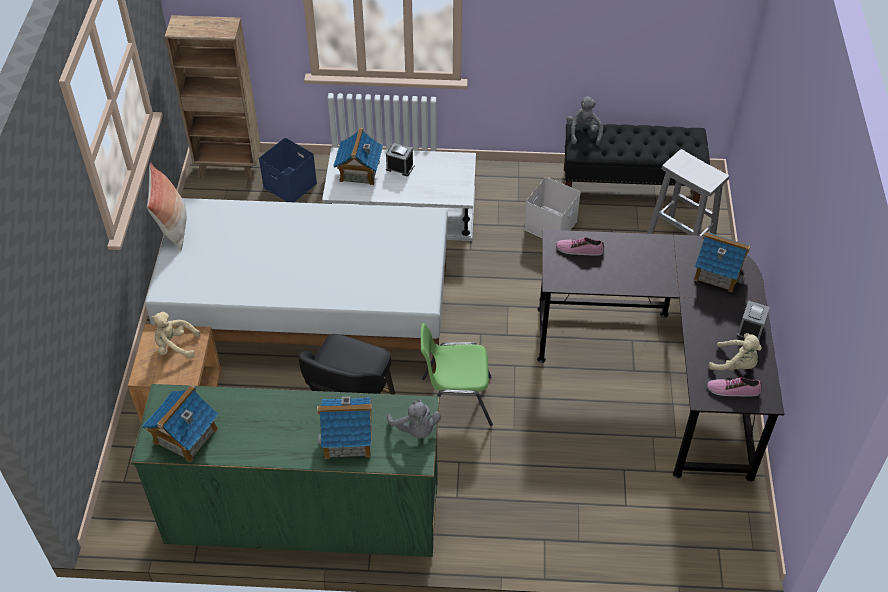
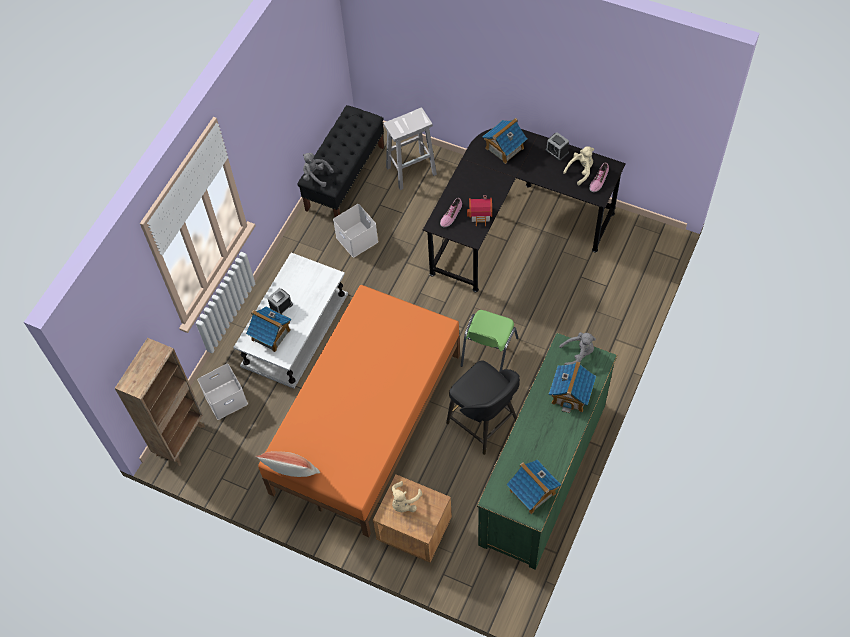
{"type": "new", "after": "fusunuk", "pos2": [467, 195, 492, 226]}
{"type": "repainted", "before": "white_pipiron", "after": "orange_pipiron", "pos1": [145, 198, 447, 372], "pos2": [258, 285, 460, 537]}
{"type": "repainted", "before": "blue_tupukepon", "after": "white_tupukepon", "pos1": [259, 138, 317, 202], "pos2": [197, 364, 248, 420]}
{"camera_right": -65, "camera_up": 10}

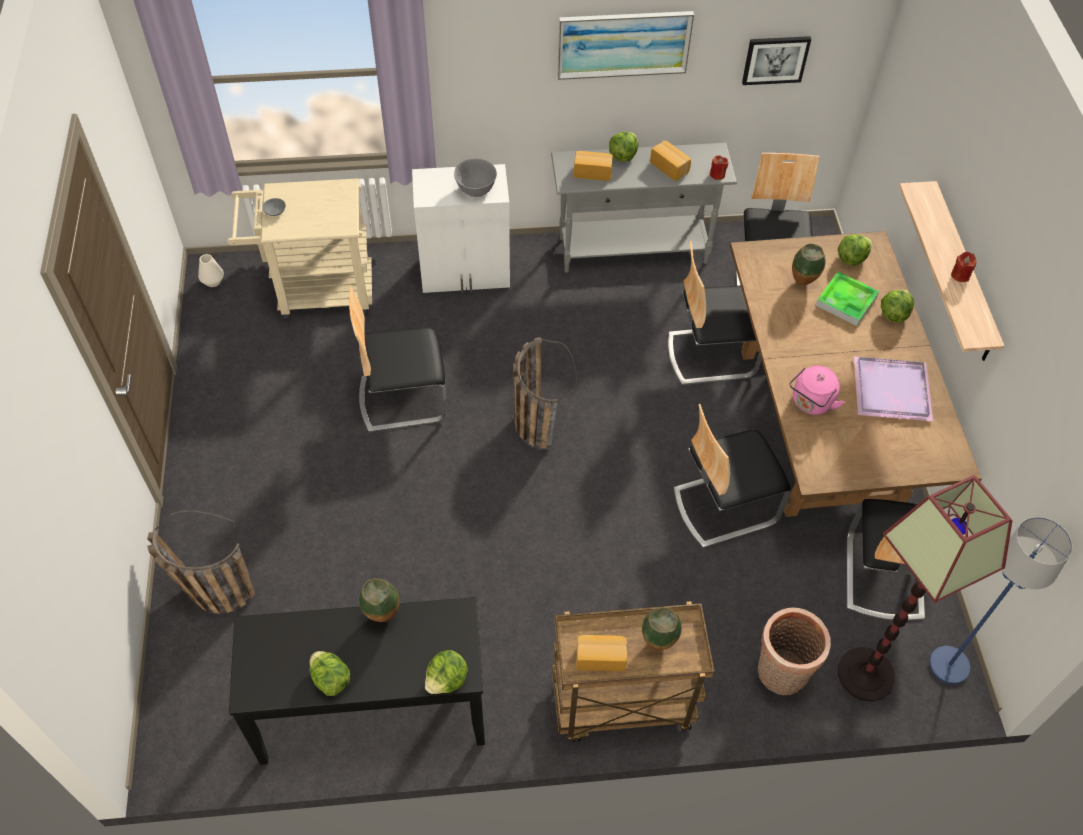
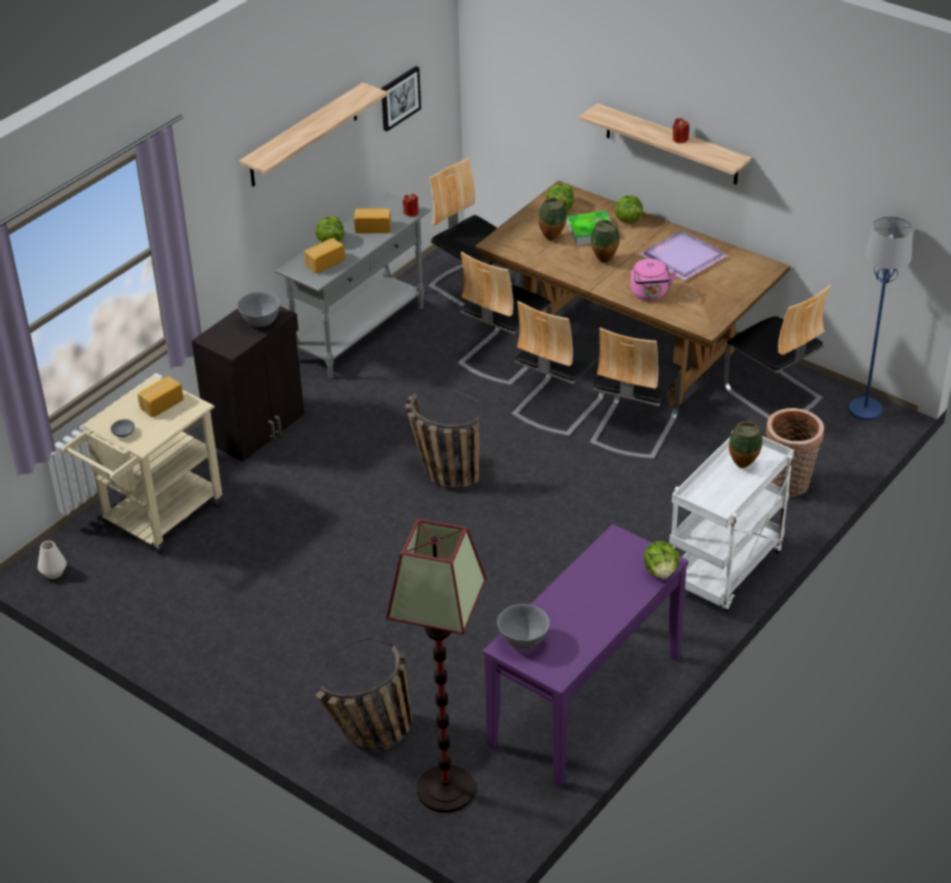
{"type": "gone", "before": "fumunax", "pos1": [310, 651, 351, 696]}
{"type": "new", "after": "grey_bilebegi", "pos2": [497, 604, 550, 650]}
{"type": "shifted", "before": "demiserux", "pos1": [349, 287, 447, 432], "pos2": [511, 301, 605, 437]}
{"type": "shifted", "before": "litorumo", "pos1": [359, 578, 399, 622], "pos2": [591, 220, 620, 263]}
{"type": "shifted", "before": "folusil", "pos1": [576, 635, 627, 671], "pos2": [138, 376, 184, 417]}
{"type": "shifted", "before": "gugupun", "pos1": [838, 475, 1012, 702], "pos2": [386, 519, 487, 813]}
{"type": "swapped", "before": "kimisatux", "after": "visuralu", "pos1": [557, 11, 694, 80], "pos2": [239, 82, 388, 187]}
{"type": "repainted", "before": "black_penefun", "after": "purple_penefun", "pos1": [229, 597, 485, 765], "pos2": [483, 524, 688, 788]}
{"type": "repainted", "before": "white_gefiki", "after": "black_gefiki", "pos1": [412, 164, 510, 293], "pos2": [192, 306, 304, 462]}
{"type": "repainted", "before": "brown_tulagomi", "after": "white_tulagomi", "pos1": [552, 601, 715, 742], "pos2": [669, 432, 794, 611]}
{"camera_right": -45, "camera_up": -15}

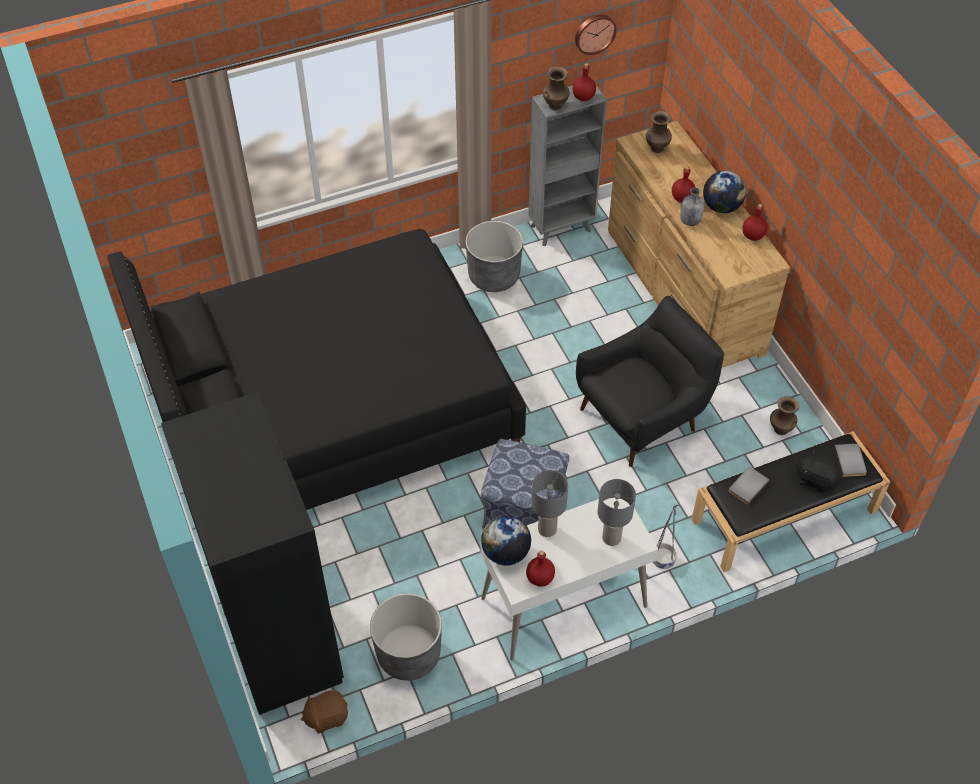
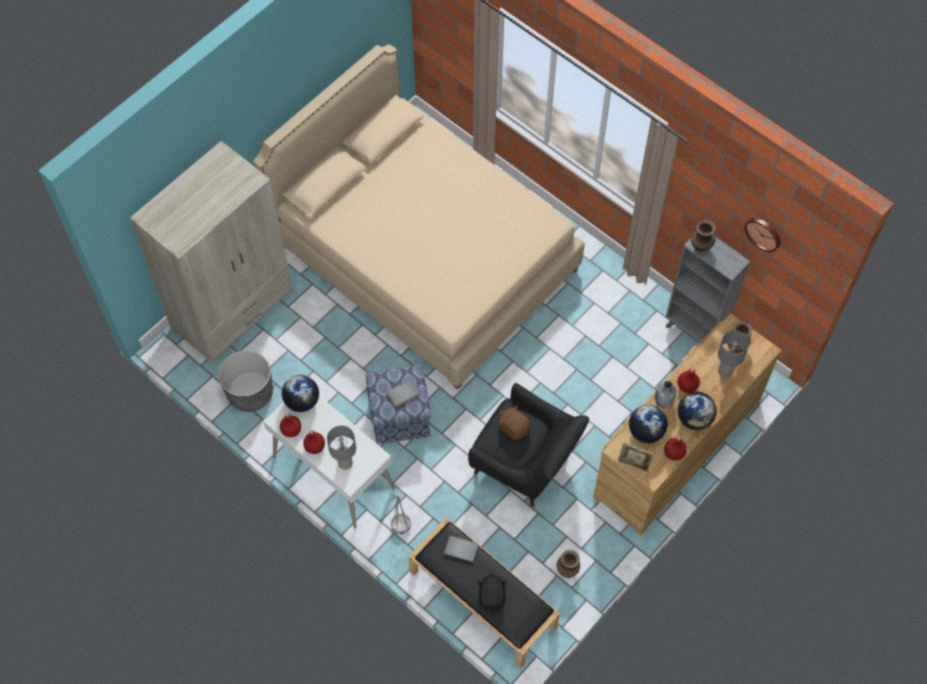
{"type": "gone", "before": "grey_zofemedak", "pos1": [466, 221, 523, 292]}
{"type": "new", "after": "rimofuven", "pos2": [618, 442, 654, 472]}
{"type": "new", "after": "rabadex", "pos2": [629, 405, 668, 443]}
{"type": "shifted", "before": "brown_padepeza", "pos1": [301, 690, 348, 734], "pos2": [498, 406, 531, 441]}
{"type": "shifted", "before": "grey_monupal", "pos1": [531, 470, 568, 537], "pos2": [718, 331, 749, 377]}
{"type": "shifted", "before": "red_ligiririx", "pos1": [573, 63, 596, 101], "pos2": [303, 430, 325, 454]}
{"type": "shifted", "before": "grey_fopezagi", "pos1": [834, 444, 867, 477], "pos2": [386, 379, 420, 407]}
{"type": "repainted", "before": "black_pipiron", "after": "beige_pipiron", "pos1": [107, 229, 526, 510], "pos2": [253, 44, 585, 389]}
{"type": "repainted", "before": "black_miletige", "after": "beige_miletige", "pos1": [161, 392, 344, 715], "pos2": [130, 141, 293, 363]}
{"camera_right": 65, "camera_up": 10}

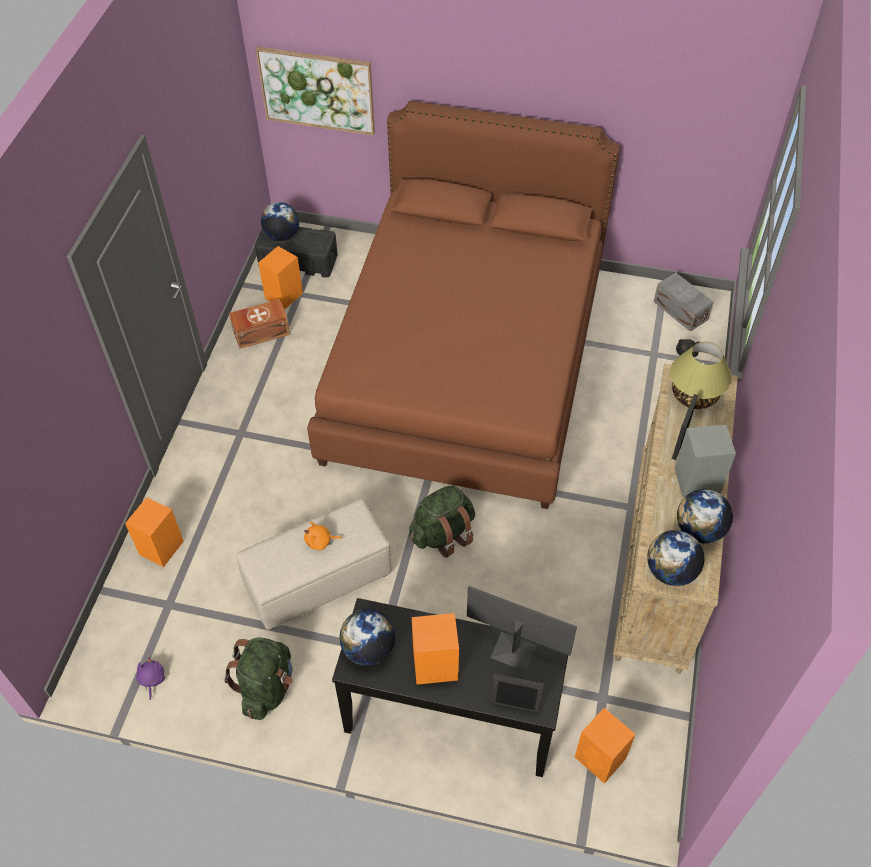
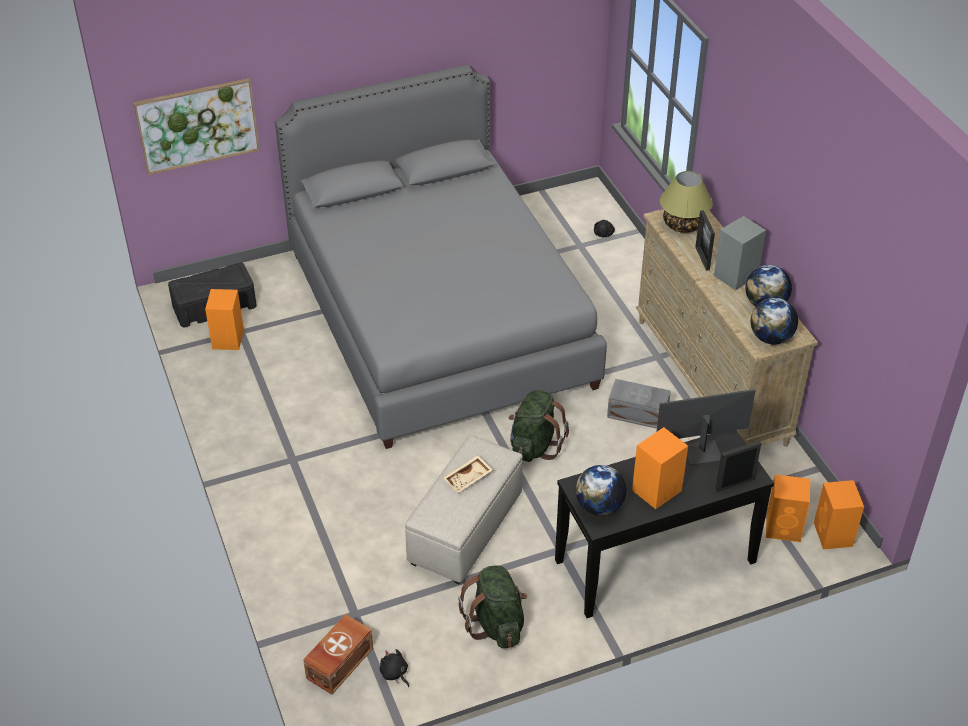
{"type": "gone", "before": "rabadex", "pos1": [261, 202, 299, 241]}
{"type": "shifted", "before": "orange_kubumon", "pos1": [125, 497, 184, 567], "pos2": [814, 480, 864, 549]}
{"type": "shifted", "before": "brown_tupukepon", "pos1": [229, 299, 290, 349], "pos2": [303, 614, 373, 694]}
{"type": "shifted", "before": "grey_tupukepon", "pos1": [654, 273, 714, 332], "pos2": [607, 379, 671, 429]}
{"type": "swapped", "before": "orange_padepeza", "after": "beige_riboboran", "pos1": [304, 522, 342, 550], "pos2": [443, 455, 493, 493]}
{"type": "repainted", "before": "purple_padepeza", "after": "black_padepeza", "pos1": [136, 657, 165, 700], "pos2": [380, 649, 409, 687]}
{"type": "repainted", "before": "brown_pipiron", "after": "grey_pipiron", "pos1": [307, 101, 620, 509], "pos2": [275, 65, 607, 449]}
{"camera_right": -35, "camera_up": -10}

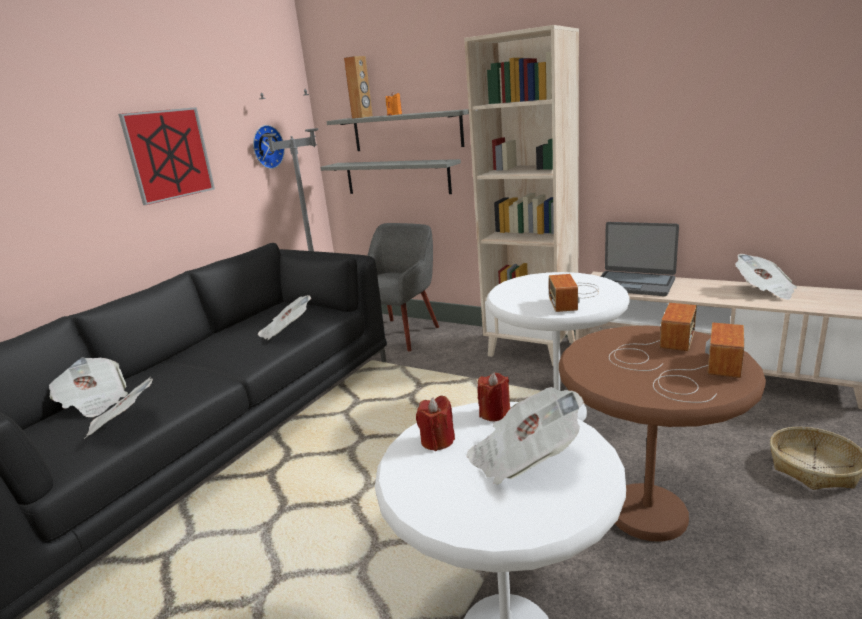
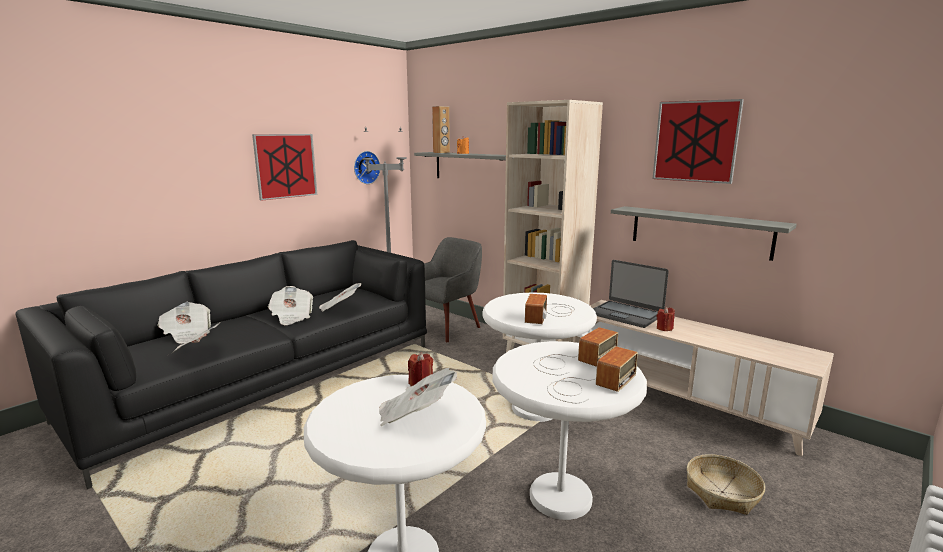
{"type": "new", "after": "kimisatux", "pos2": [653, 99, 744, 184]}
{"type": "shifted", "before": "grey_visuralu", "pos1": [320, 159, 461, 194], "pos2": [611, 206, 797, 261]}
{"type": "shifted", "before": "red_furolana", "pos1": [416, 396, 455, 451], "pos2": [657, 307, 675, 331]}
{"type": "shifted", "before": "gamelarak", "pos1": [735, 254, 797, 300], "pos2": [268, 286, 313, 325]}
{"type": "repainted", "before": "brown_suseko", "after": "white_suseko", "pos1": [559, 325, 766, 541], "pos2": [492, 341, 647, 520]}
{"camera_right": 10, "camera_up": -5}

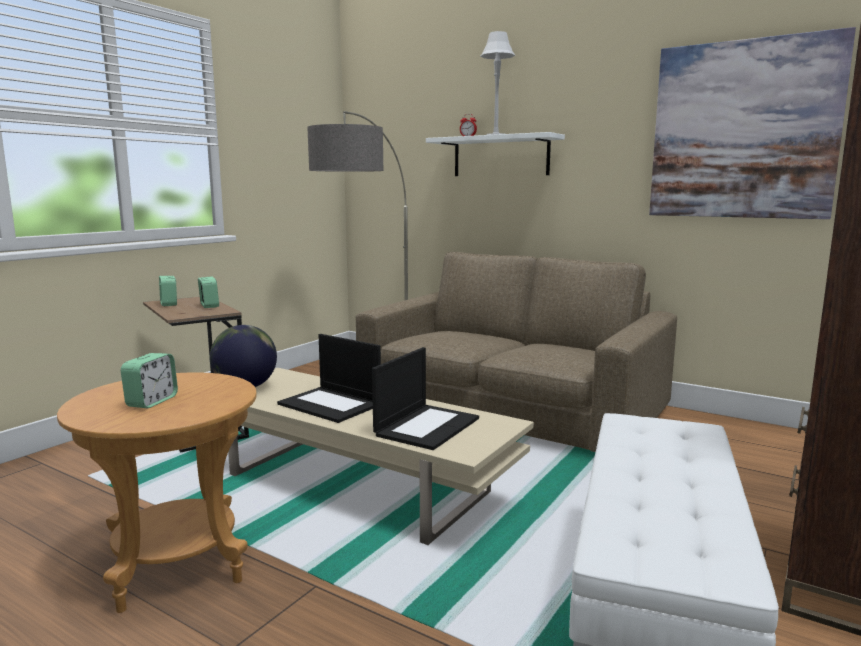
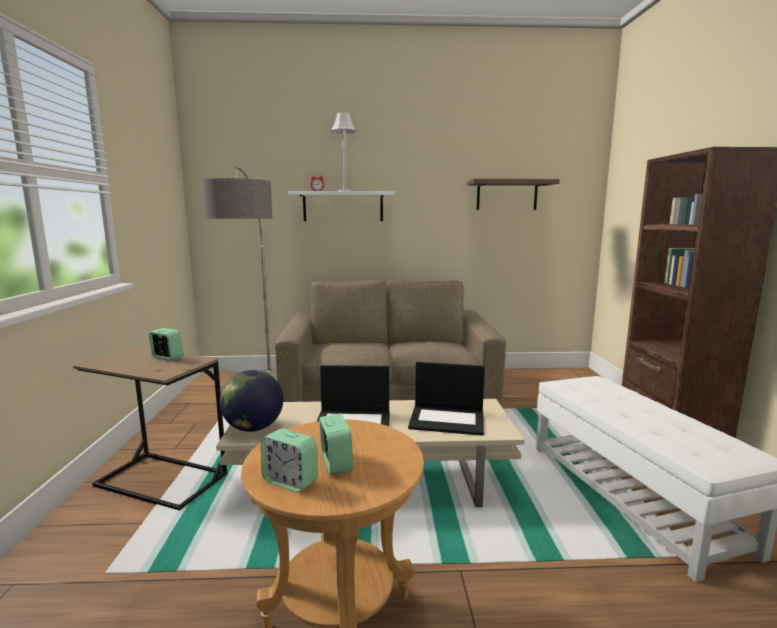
{"type": "shifted", "before": "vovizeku", "pos1": [159, 276, 177, 306], "pos2": [261, 429, 318, 492]}
{"type": "swapped", "before": "kimisatux", "after": "visuralu", "pos1": [649, 27, 856, 219], "pos2": [467, 179, 560, 210]}
{"type": "rotated", "before": "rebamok", "pos1": [372, 347, 479, 450], "pos2": [408, 362, 485, 436], "turn": 105}
{"camera_right": -35, "camera_up": 0}

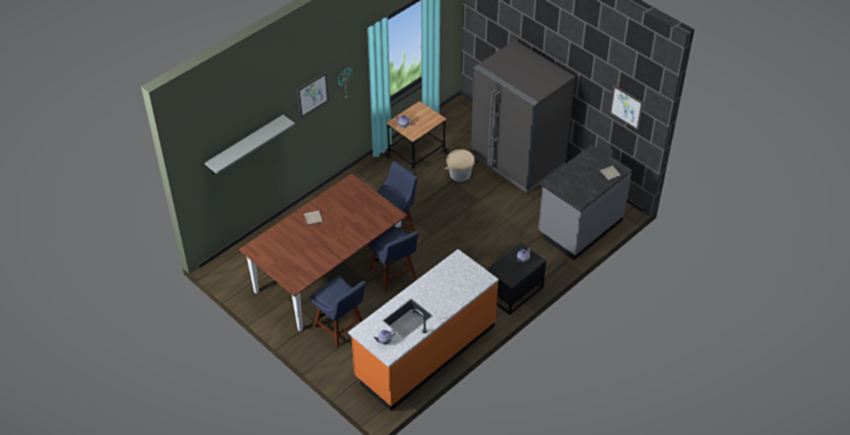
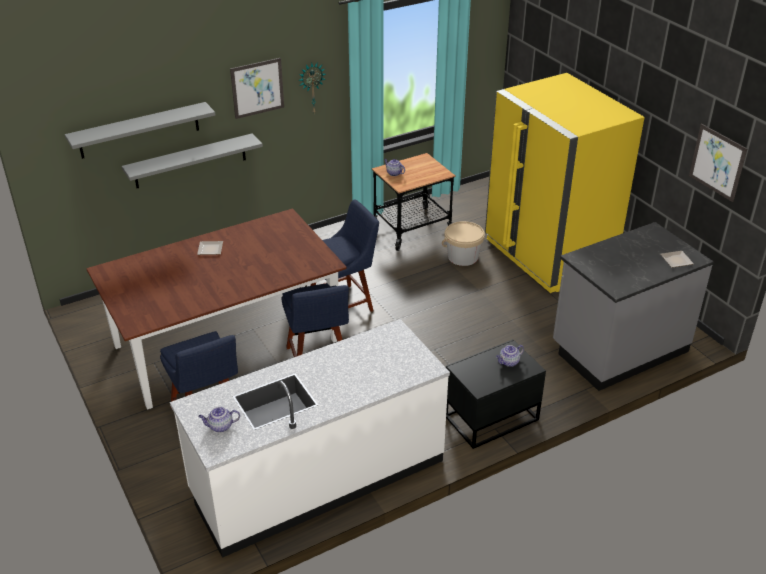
{"type": "new", "after": "grey_visuralu", "pos2": [122, 133, 263, 188]}
{"type": "repainted", "before": "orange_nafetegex", "after": "white_nafetegex", "pos1": [348, 249, 499, 411], "pos2": [170, 319, 450, 558]}
{"type": "repainted", "before": "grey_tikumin", "after": "yellow_tikumin", "pos1": [471, 40, 575, 193], "pos2": [485, 73, 645, 293]}
{"camera_right": 15, "camera_up": -10}

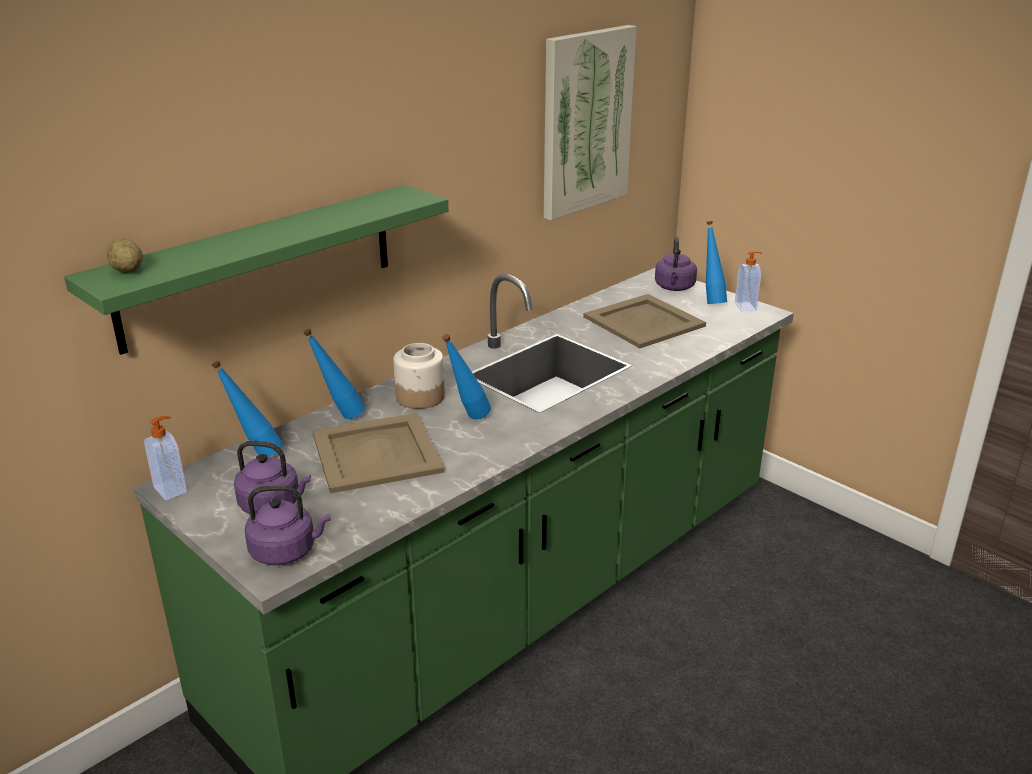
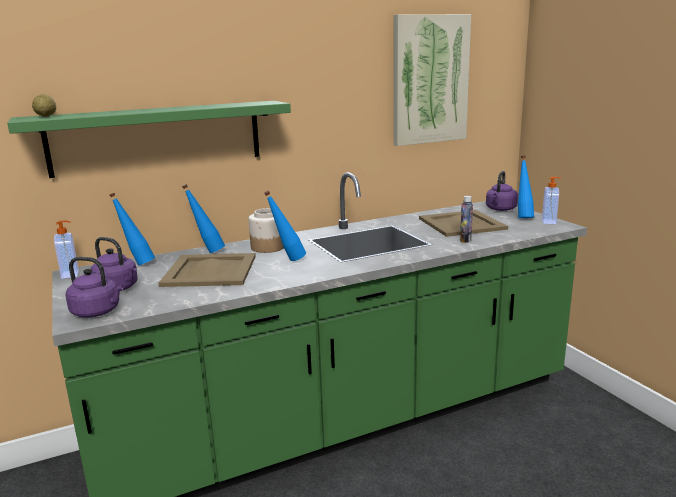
{"type": "new", "after": "ligiririx", "pos2": [460, 196, 473, 243]}
{"camera_right": 20, "camera_up": -10}

